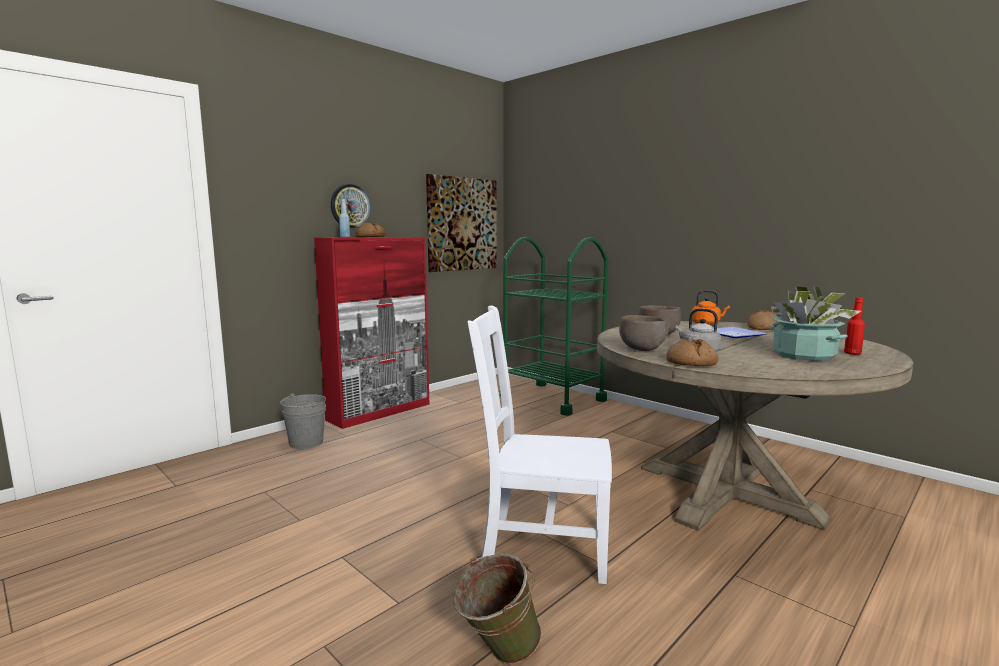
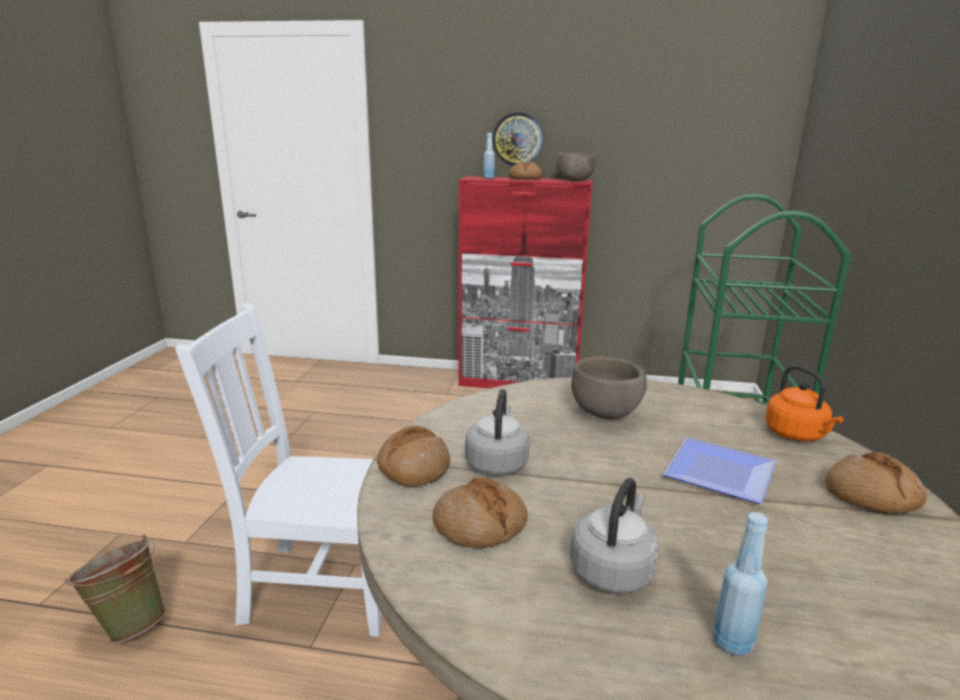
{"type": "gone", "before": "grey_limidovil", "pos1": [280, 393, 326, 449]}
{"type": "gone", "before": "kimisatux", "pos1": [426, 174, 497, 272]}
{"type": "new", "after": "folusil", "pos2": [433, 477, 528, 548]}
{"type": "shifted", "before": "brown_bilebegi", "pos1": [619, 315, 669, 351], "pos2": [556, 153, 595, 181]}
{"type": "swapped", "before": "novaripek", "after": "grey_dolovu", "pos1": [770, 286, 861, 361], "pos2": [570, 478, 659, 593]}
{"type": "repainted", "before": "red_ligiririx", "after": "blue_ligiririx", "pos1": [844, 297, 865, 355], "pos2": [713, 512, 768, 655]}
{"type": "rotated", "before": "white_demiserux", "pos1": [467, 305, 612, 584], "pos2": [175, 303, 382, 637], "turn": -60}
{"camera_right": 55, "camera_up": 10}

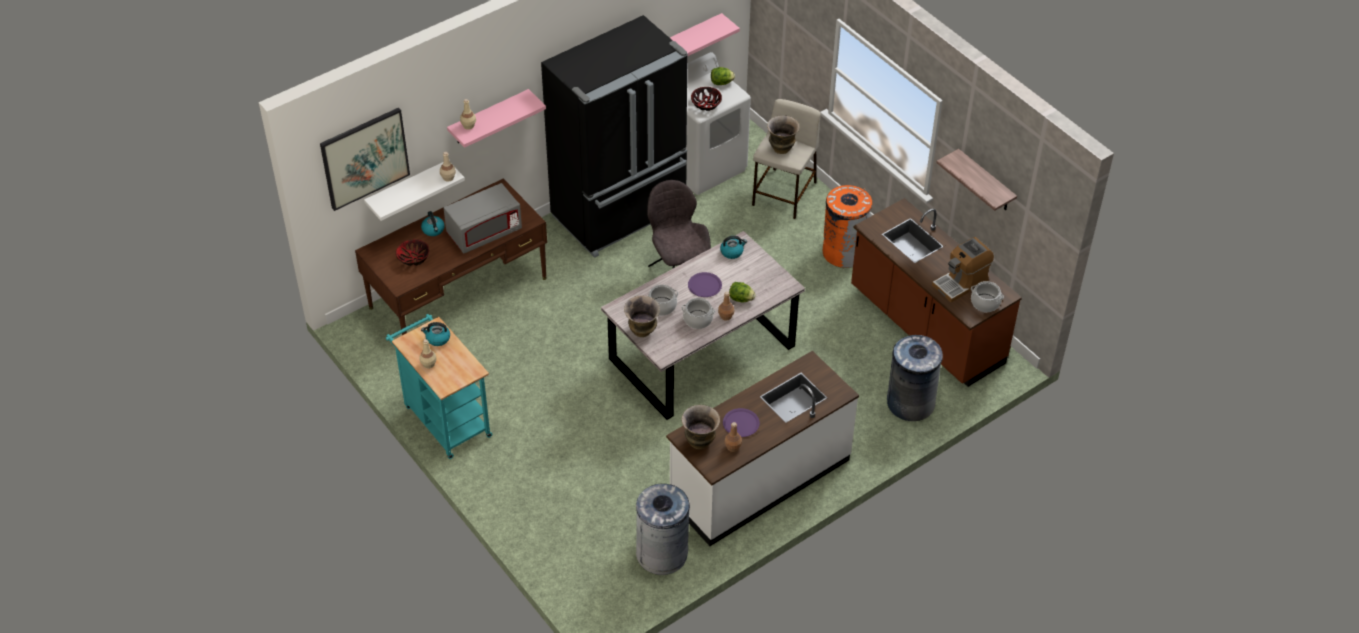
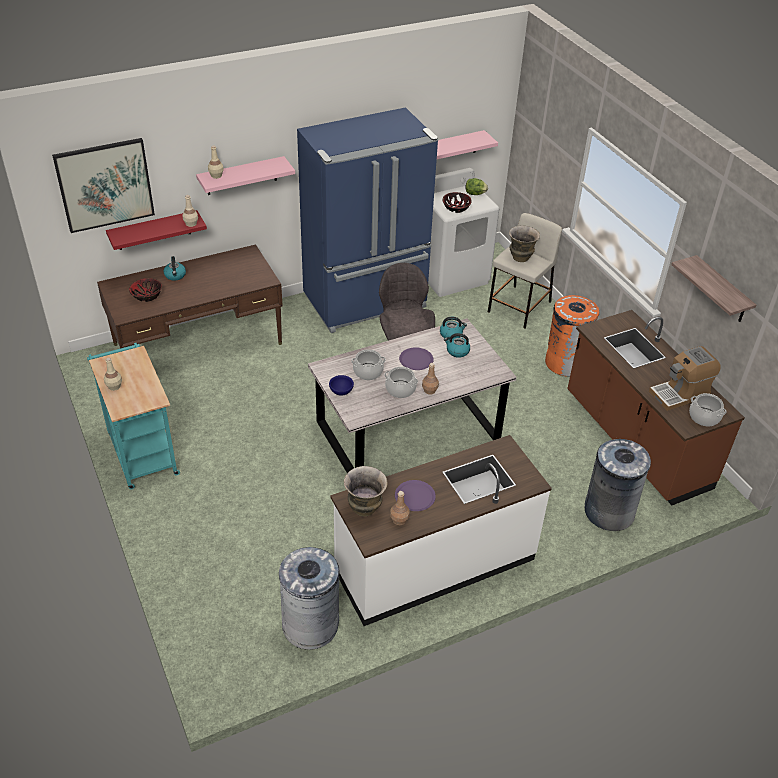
{"type": "gone", "before": "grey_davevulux", "pos1": [444, 183, 522, 253]}
{"type": "gone", "before": "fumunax", "pos1": [729, 282, 756, 302]}
{"type": "shifted", "before": "dolovu", "pos1": [421, 322, 450, 346], "pos2": [444, 333, 470, 358]}
{"type": "swapped", "before": "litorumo", "after": "blue_bilebegi", "pos1": [624, 296, 660, 337], "pos2": [329, 375, 354, 396]}
{"type": "repainted", "before": "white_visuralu", "after": "red_visuralu", "pos1": [364, 162, 465, 221], "pos2": [106, 210, 207, 250]}
{"type": "repainted", "before": "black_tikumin", "after": "blue_tikumin", "pos1": [541, 15, 688, 258], "pos2": [297, 107, 438, 333]}
{"camera_right": 10, "camera_up": -5}

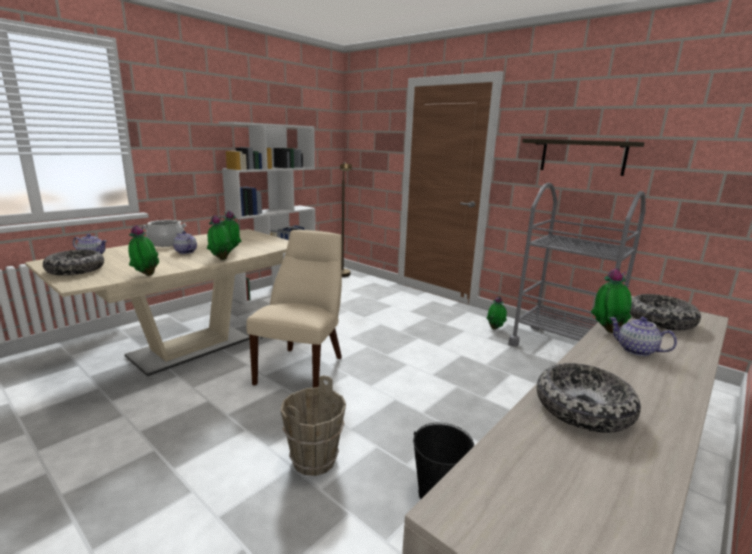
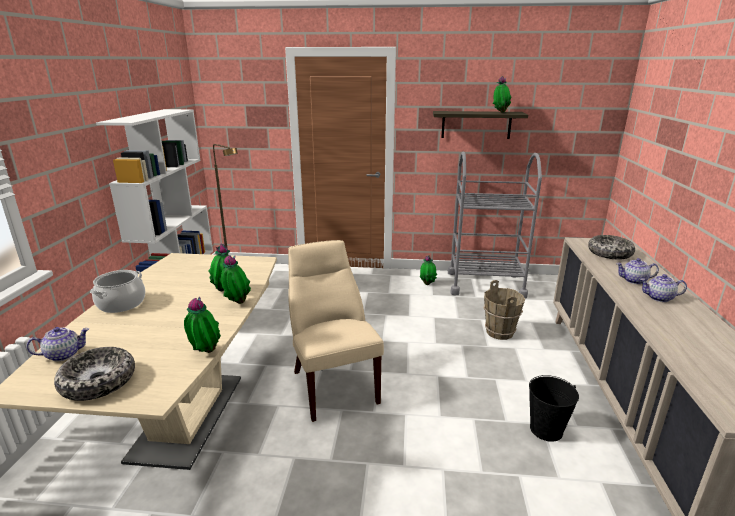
{"type": "gone", "before": "bilebegi", "pos1": [537, 363, 641, 433]}
{"type": "shifted", "before": "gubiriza", "pos1": [173, 231, 197, 254], "pos2": [640, 274, 687, 302]}
{"type": "shifted", "before": "brown_limidovil", "pos1": [281, 375, 346, 476], "pos2": [484, 280, 525, 340]}
{"type": "shifted", "before": "novaripek", "pos1": [591, 268, 632, 333], "pos2": [493, 76, 512, 113]}
{"camera_right": -35, "camera_up": 5}

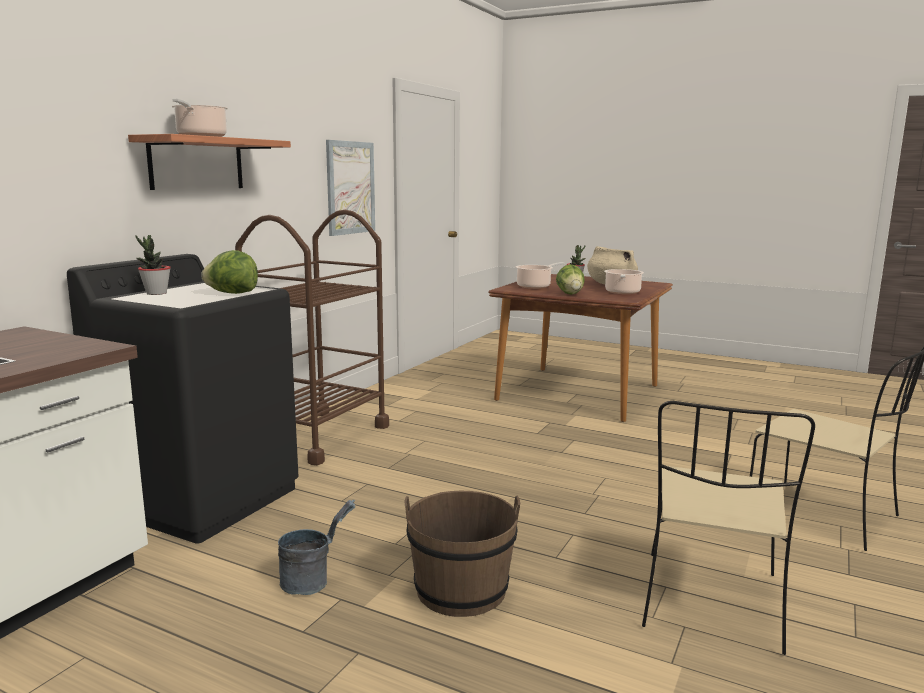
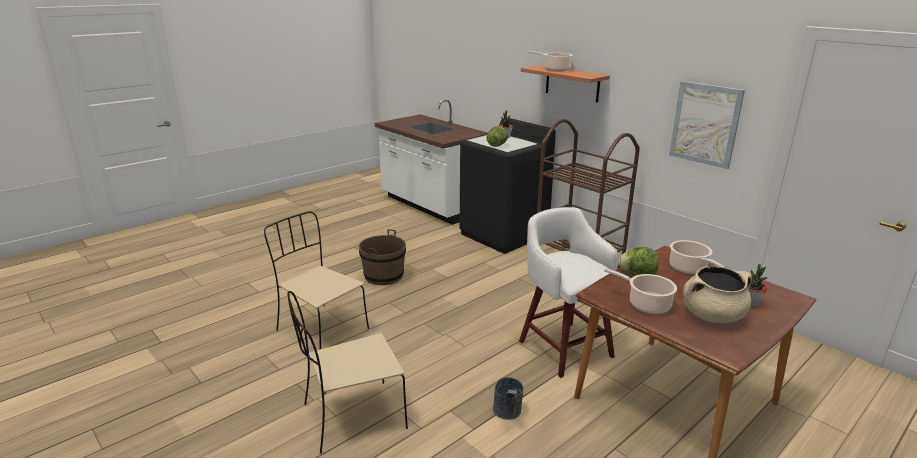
{"type": "new", "after": "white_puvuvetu", "pos2": [519, 207, 618, 378]}
{"type": "shifted", "before": "grey_limidovil", "pos1": [278, 500, 355, 595], "pos2": [493, 377, 524, 420]}
{"camera_right": 110, "camera_up": 10}

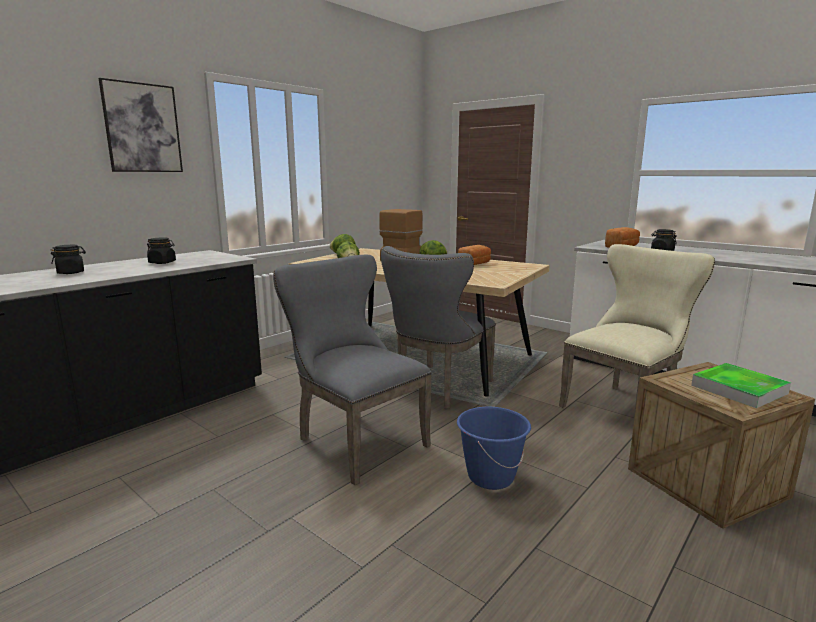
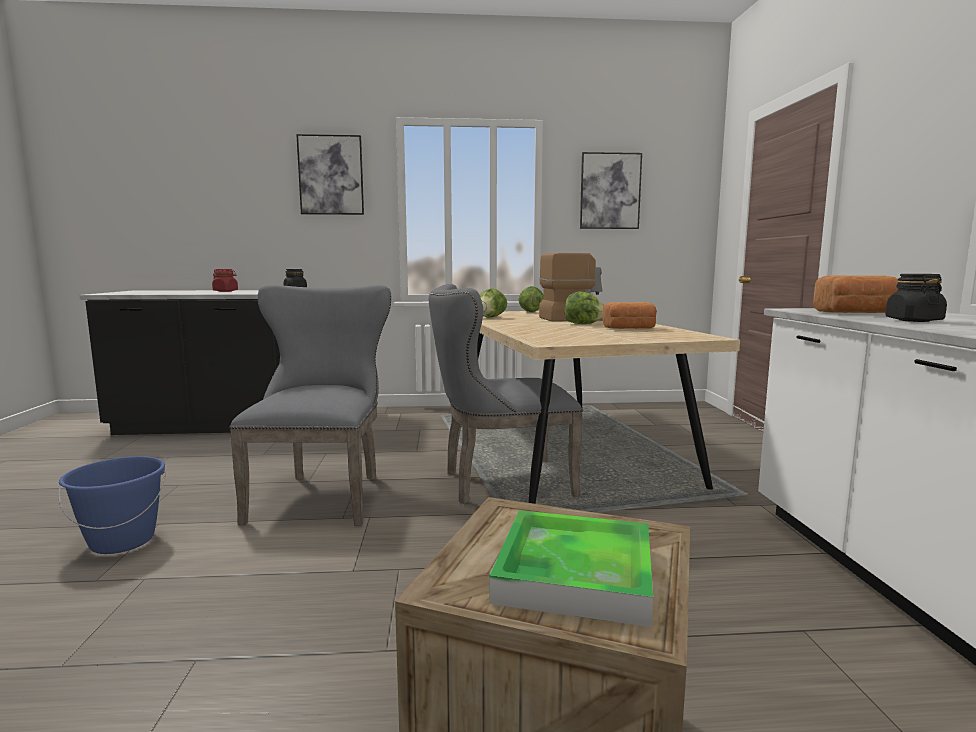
{"type": "gone", "before": "beige_demiserux", "pos1": [559, 244, 715, 408]}
{"type": "new", "after": "kimisatux", "pos2": [580, 152, 642, 229]}
{"type": "shifted", "before": "blue_limidovil", "pos1": [457, 407, 531, 490], "pos2": [58, 456, 166, 554]}
{"type": "repainted", "before": "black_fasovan", "after": "red_fasovan", "pos1": [51, 245, 86, 274], "pos2": [212, 269, 238, 292]}
{"camera_right": 45, "camera_up": -5}

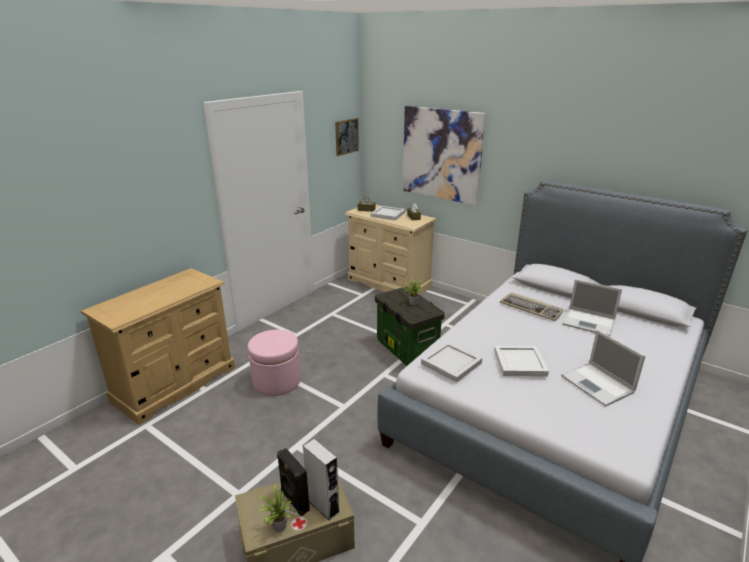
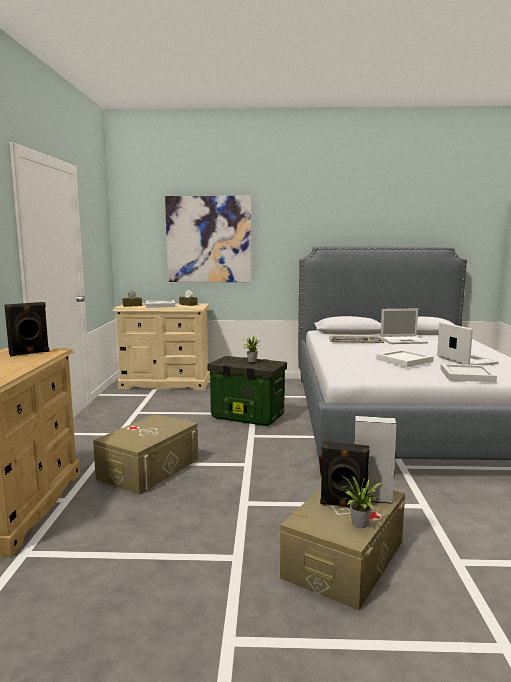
{"type": "gone", "before": "kimisatux", "pos1": [335, 118, 359, 156]}
{"type": "new", "after": "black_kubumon", "pos2": [4, 302, 49, 356]}
{"type": "shifted", "before": "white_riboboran", "pos1": [421, 342, 482, 383], "pos2": [440, 364, 497, 382]}
{"type": "swapped", "before": "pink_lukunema", "after": "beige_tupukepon", "pos1": [248, 330, 301, 396], "pos2": [93, 414, 198, 495]}
{"type": "rotated", "before": "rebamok", "pos1": [561, 330, 645, 407], "pos2": [437, 322, 499, 365], "turn": -135}
{"camera_right": -35, "camera_up": -15}

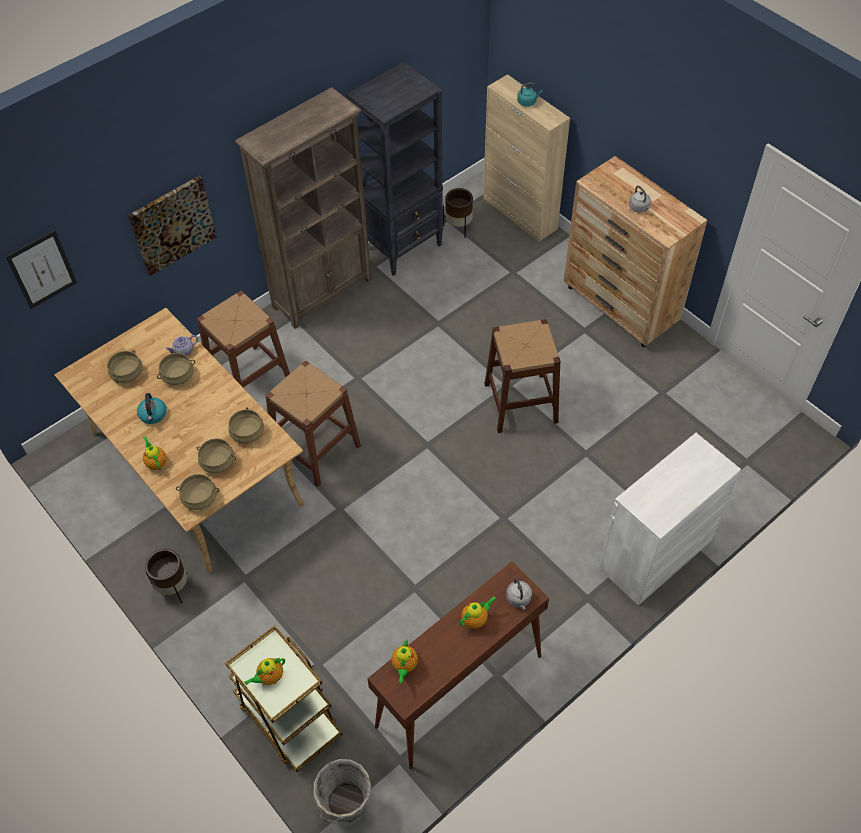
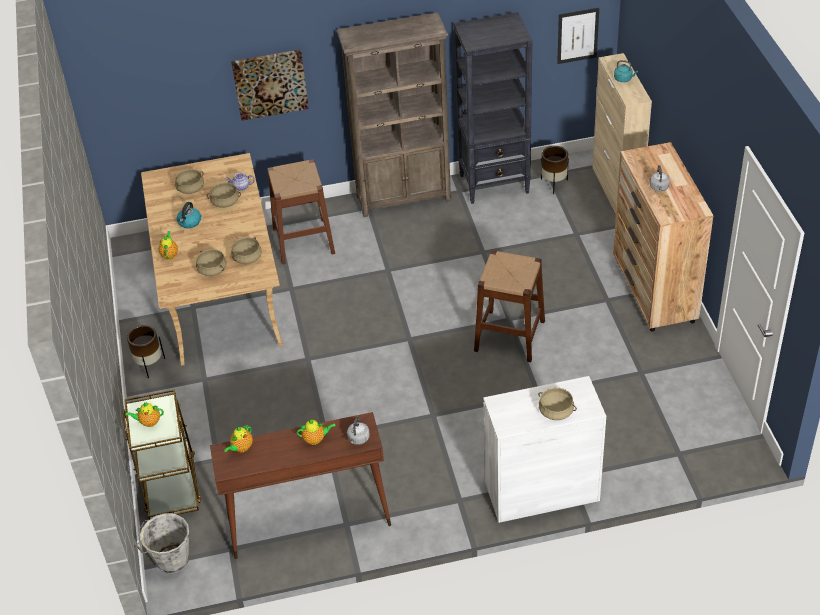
{"type": "gone", "before": "brown_puvuvetu", "pos1": [266, 361, 361, 487]}
{"type": "shifted", "before": "kimisatux", "pos1": [6, 230, 77, 309], "pos2": [557, 8, 599, 64]}
{"type": "shifted", "before": "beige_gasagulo", "pos1": [176, 474, 220, 510], "pos2": [538, 388, 577, 420]}
{"camera_right": 30, "camera_up": -10}

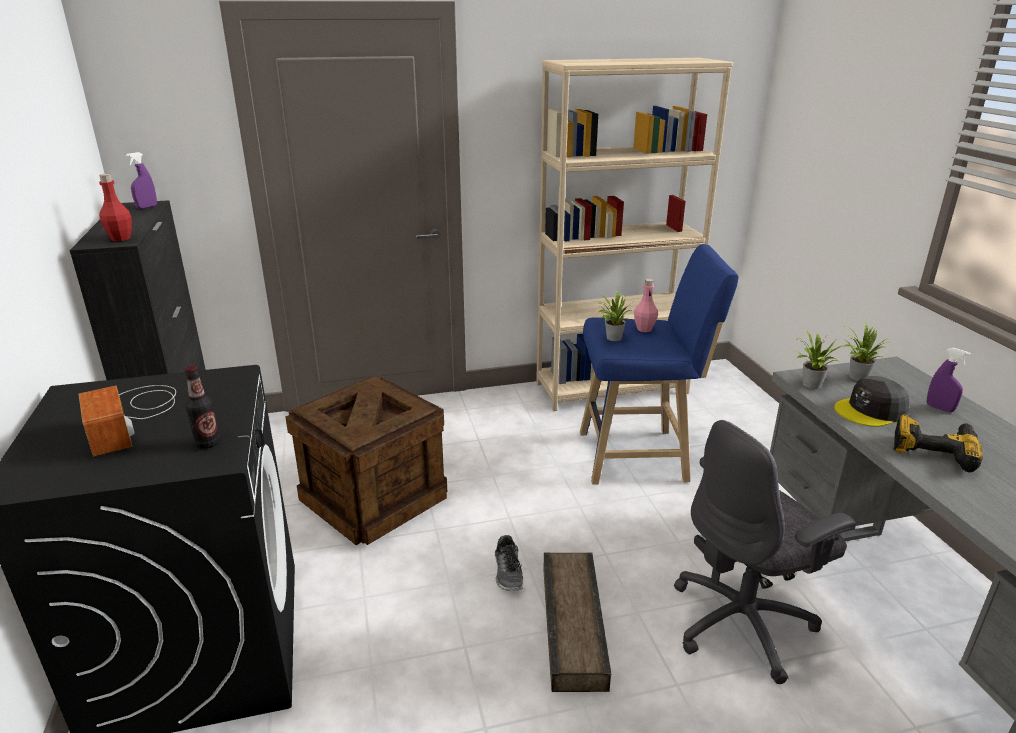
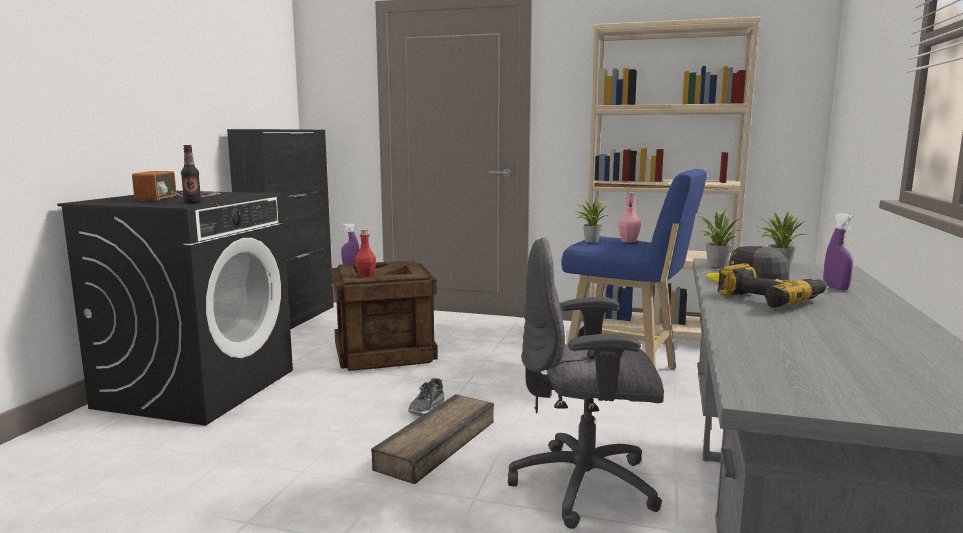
{"type": "shifted", "before": "red_ligiririx", "pos1": [99, 174, 132, 241], "pos2": [355, 229, 376, 277]}
{"type": "shifted", "before": "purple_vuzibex", "pos1": [126, 152, 157, 209], "pos2": [341, 223, 360, 265]}
{"camera_right": 30, "camera_up": -15}

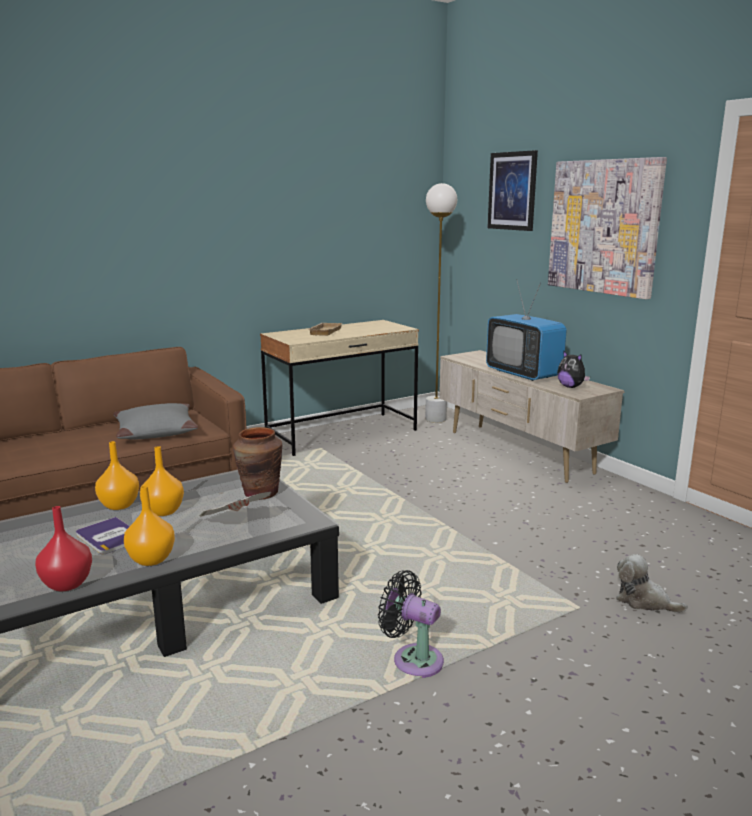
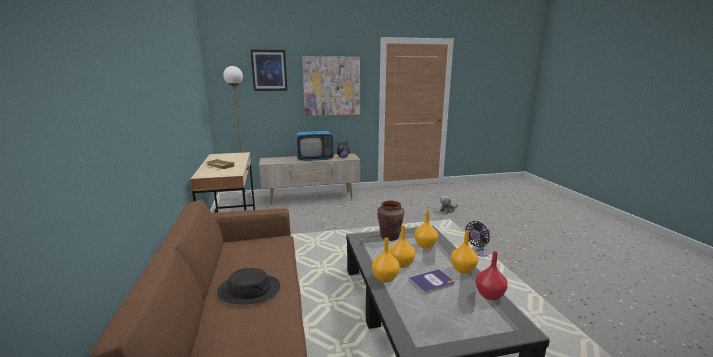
{"type": "gone", "before": "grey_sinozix", "pos1": [113, 403, 198, 439]}
{"type": "new", "after": "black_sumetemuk", "pos2": [217, 268, 280, 304]}
{"type": "swapped", "before": "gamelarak", "after": "orange_litorumo", "pos1": [200, 492, 271, 517], "pos2": [414, 210, 438, 249]}
{"camera_right": -70, "camera_up": 0}

